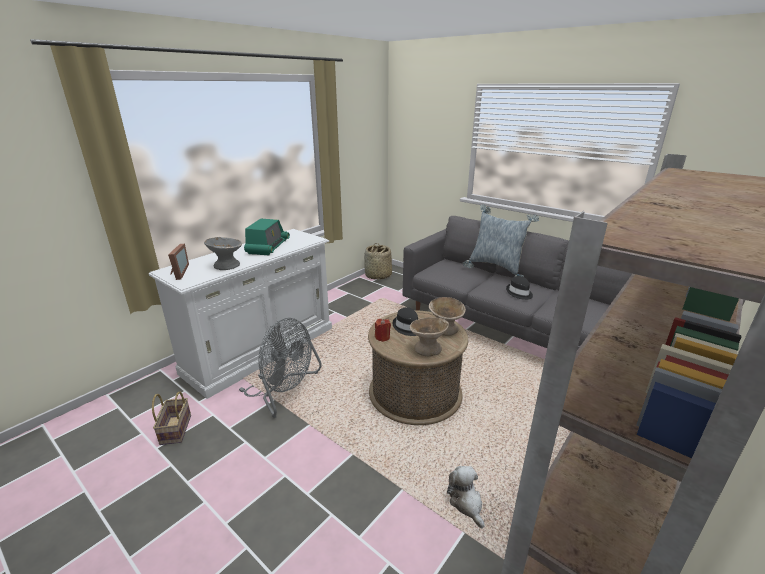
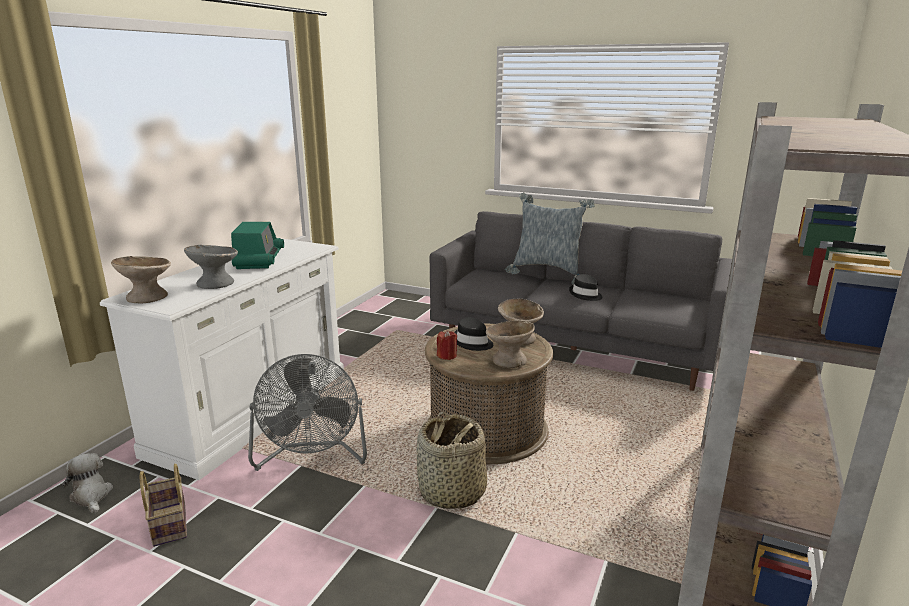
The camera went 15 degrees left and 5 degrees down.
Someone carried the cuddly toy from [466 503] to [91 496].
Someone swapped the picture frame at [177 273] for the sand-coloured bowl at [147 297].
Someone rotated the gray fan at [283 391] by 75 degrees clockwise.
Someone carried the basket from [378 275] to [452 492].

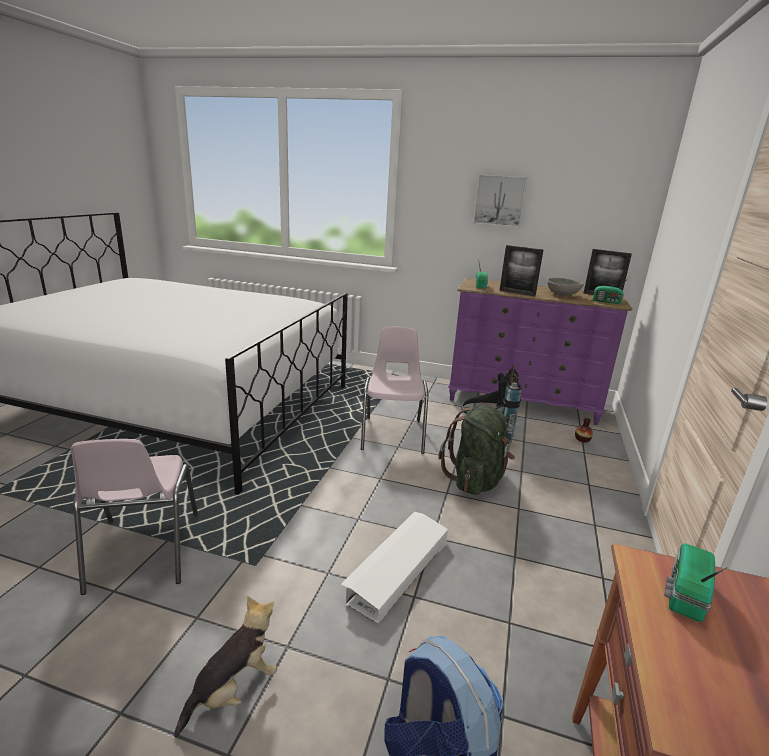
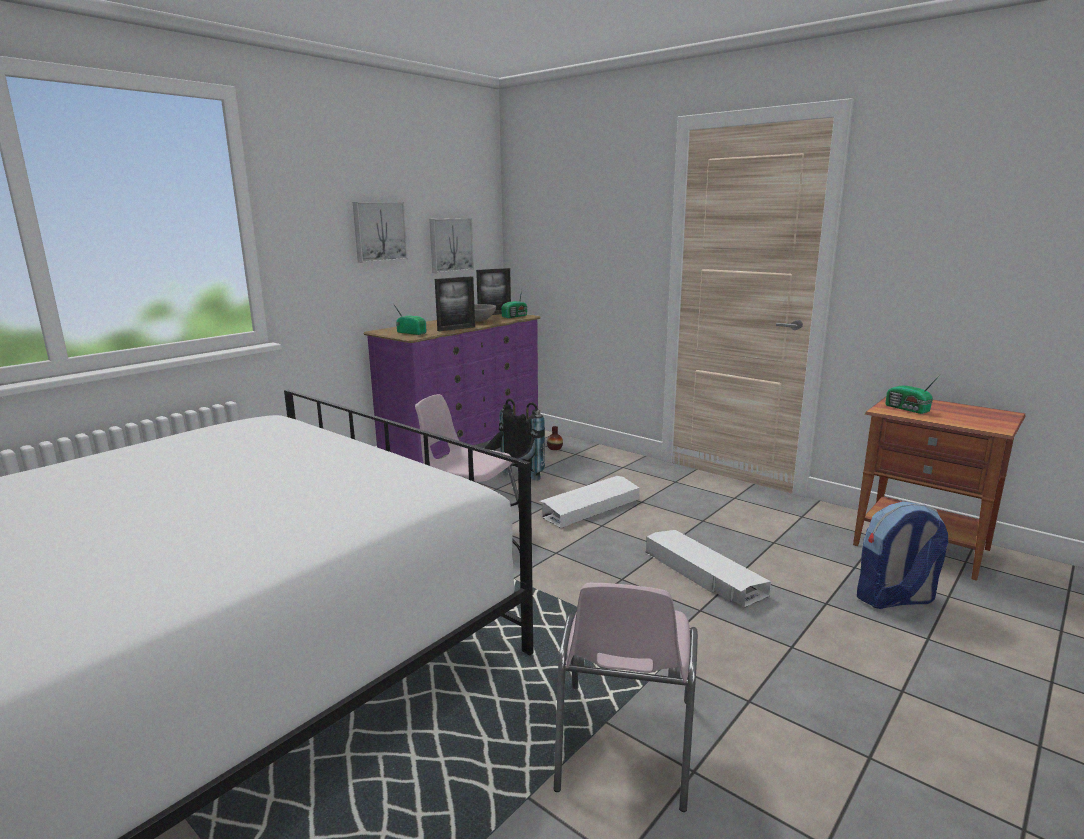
The camera went 65 degrees left and 5 degrees down.
Someone put up the picture at [450 245].
Someone swapped the green backpack at [476 480] for the white storage box at [589 507].
Someone rotated the pink upright chair at [142 552] by 90 degrees clockwise.
Someone took away the cuddly toy at [233 689].

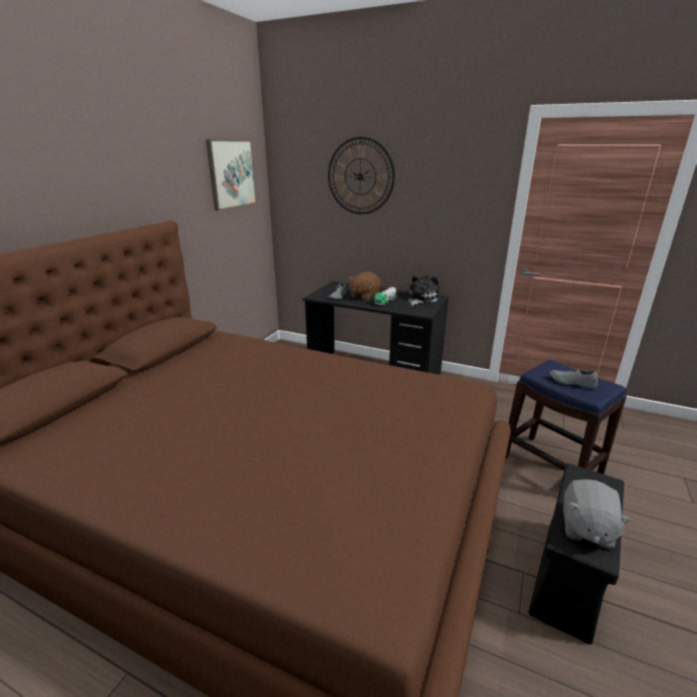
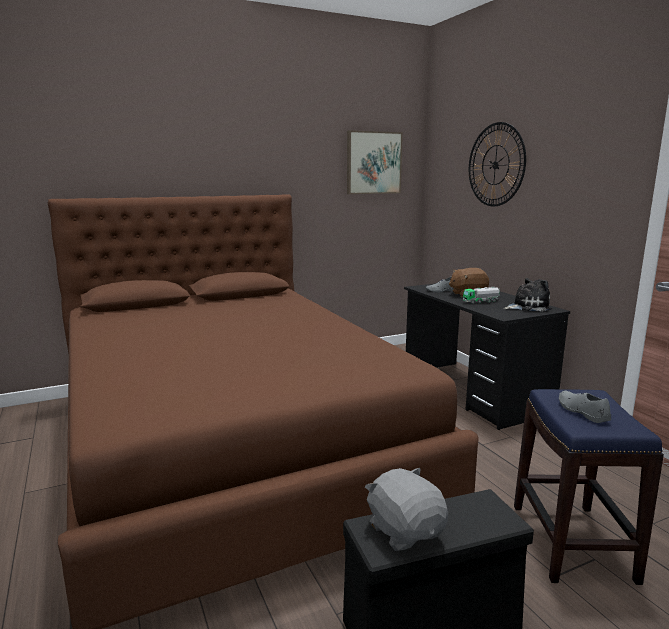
The camera went 40 degrees right and 10 degrees down.
Someone rotated the gray cuddly toy at [586 528] by 90 degrees clockwise.

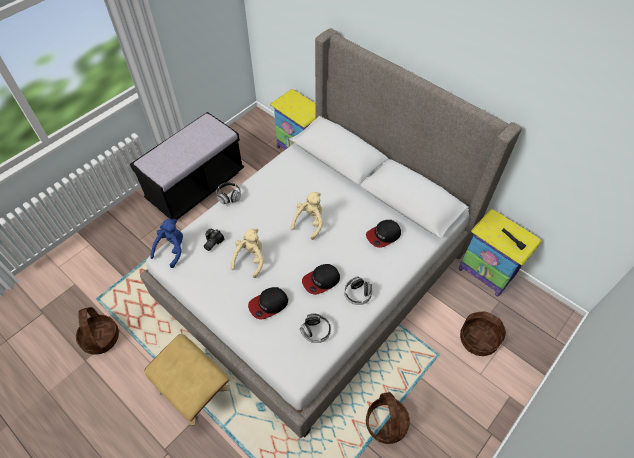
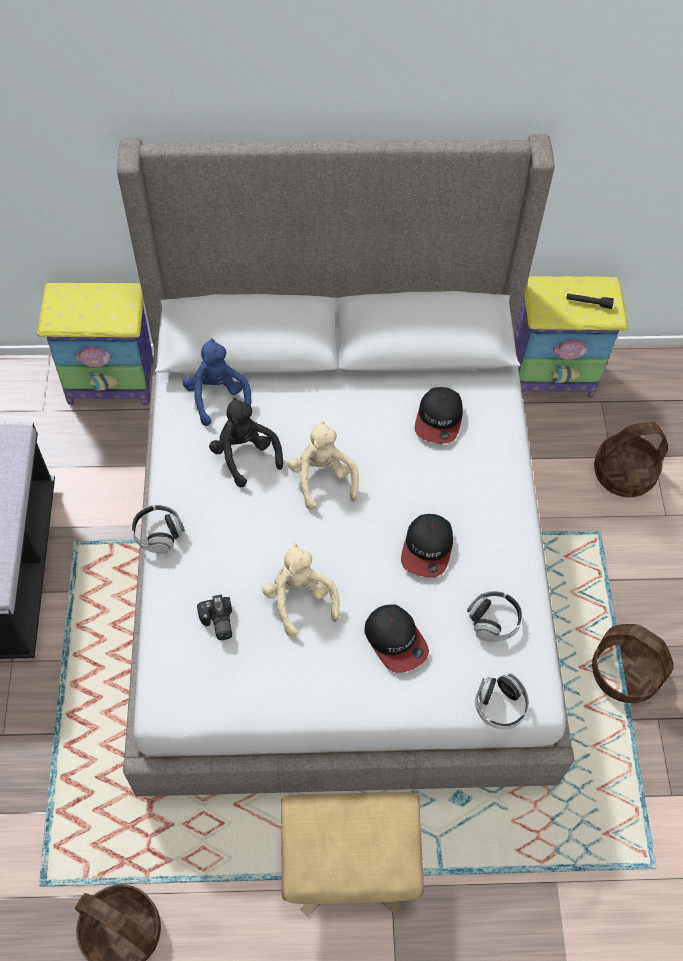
The camera went 45 degrees left and 5 degrees up.
Someone carried the bluish cuddly toy from [172 249] to [218 397].
Someone put down the blackish cuddly toy at [245 454].
Someone rotated the peaked cap at [268 304] by 45 degrees counterclockwise.
Someone carried the headphones from [357 294] to [500 706].

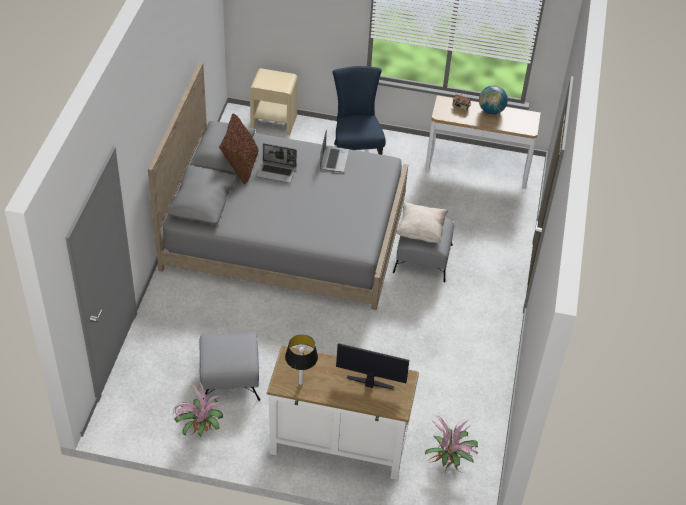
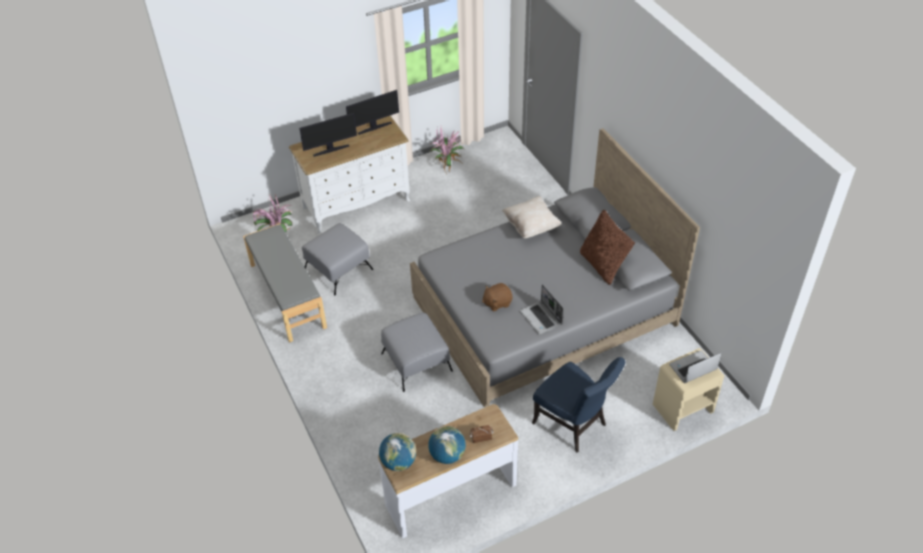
The camera went 145 degrees right and 0 degrees up.
Someone put down the gray indoor bench at [287 296].
Someone carried the gray footrest from [230 378] to [338 269].
Someone swapped the table lamp at [300 383] for the computer screen at [374 127].
Someone put down the world globe at [398 462].
Someone put down the brown cuddly toy at [497 303].
Someone carried the sand-coloured throw pillow from [420 231] to [531 226].
Someone carried the portable computer from [277 172] to [692 368].

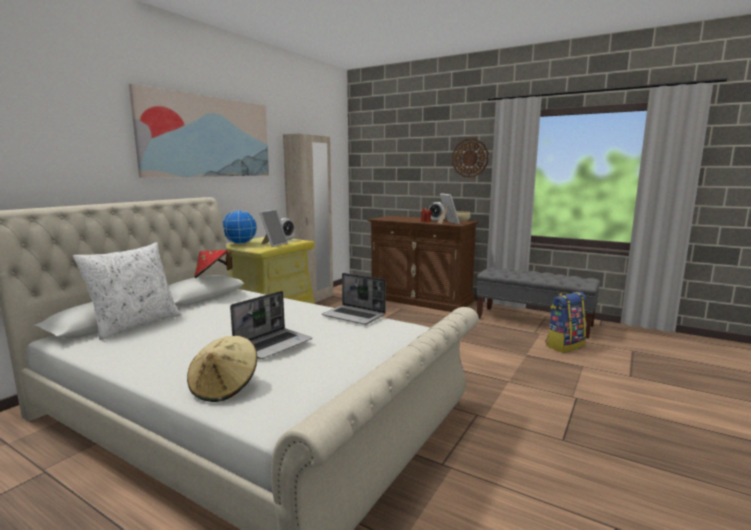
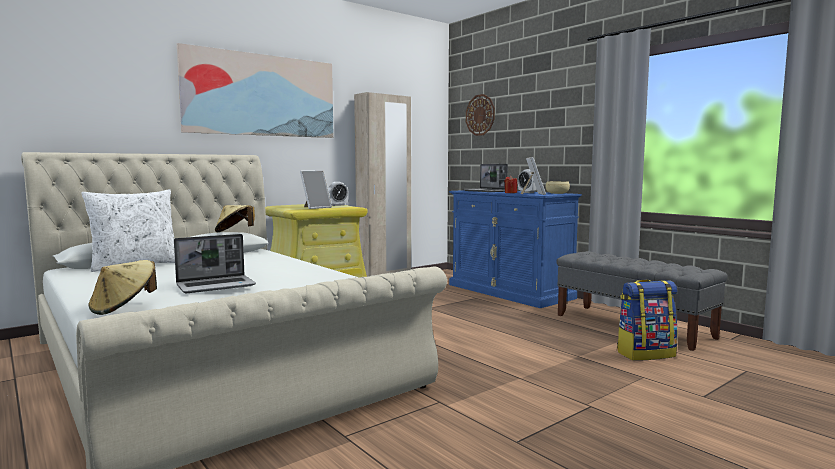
The camera went 20 degrees right and 5 degrees down.
Someone repainted the red-coloured hat at [212 276], which became the sand-coloured hat at [234 232].
Someone repainted the brown drawer chest at [420 299], which became the bluish drawer chest at [509 291].
Someone carried the portable computer from [354 316] to [485 191].
Someone carried the clock on the wall from [470 158] to [480 115].
Someone took away the world globe at [240 244].

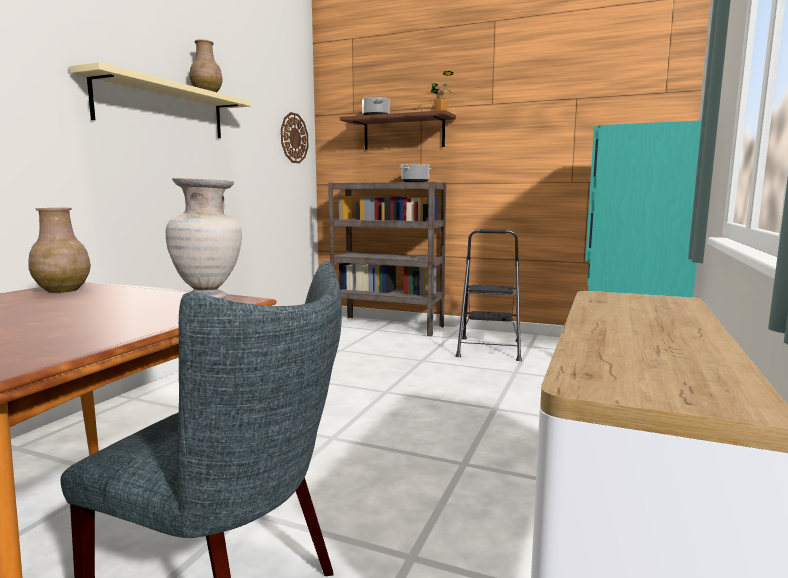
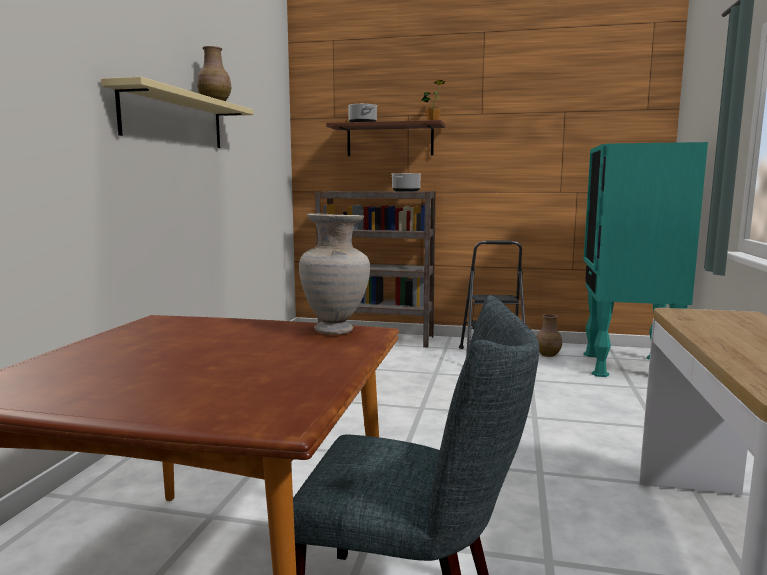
The camera went 10 degrees left and 0 degrees up.
Someone carried the brown flower vase from [63 290] to [548 354].
Someone took away the clock on the wall at [294 138].

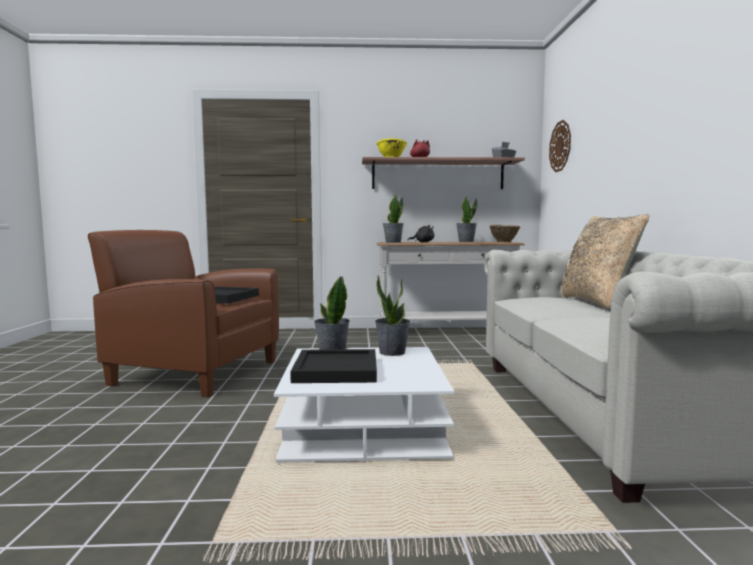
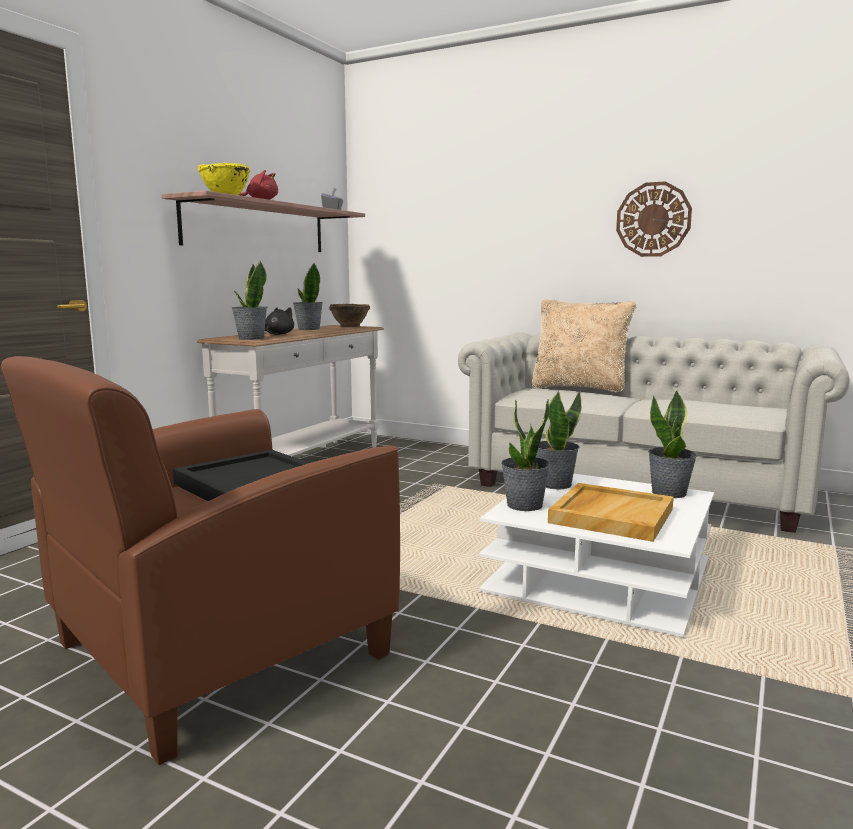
The camera went 60 degrees left and 5 degrees up.
Someone repainted the blackish tray at [337 370], which became the sand-coloured tray at [611 515].
Someone carried the clock on the wall from [560 146] to [653 219].
Someone put down the houseplant at [669 493].

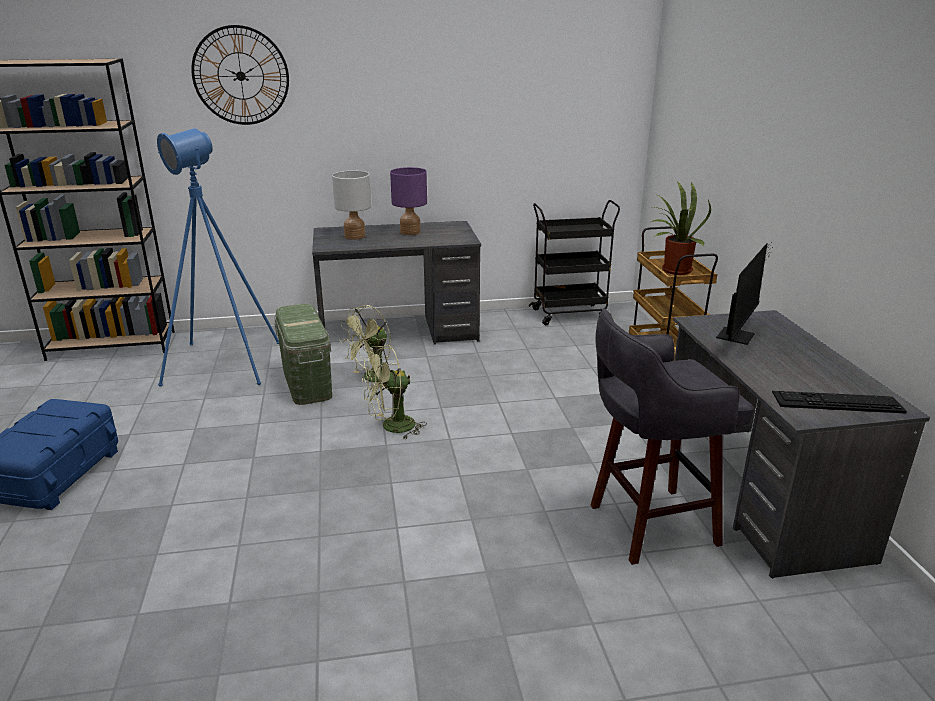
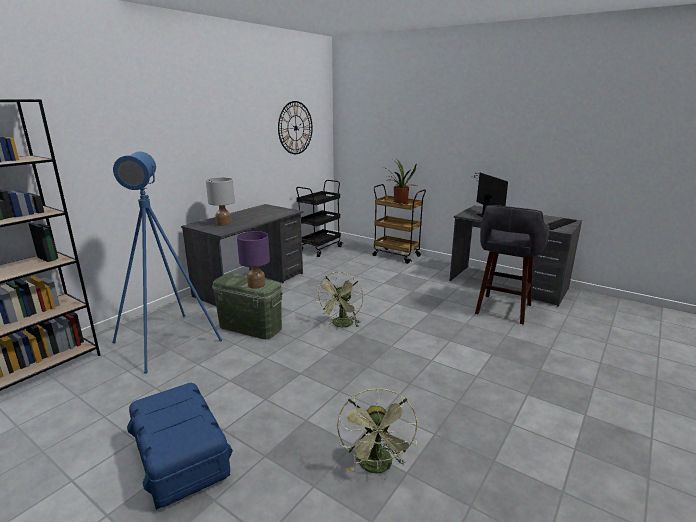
The camera went 45 degrees left and 5 degrees down.
Someone carried the purple table lamp from [410 232] to [256 285].
Someone carried the clock on the wall from [241 76] to [295 128].
Someone carried the green fan from [373 379] to [377 467].

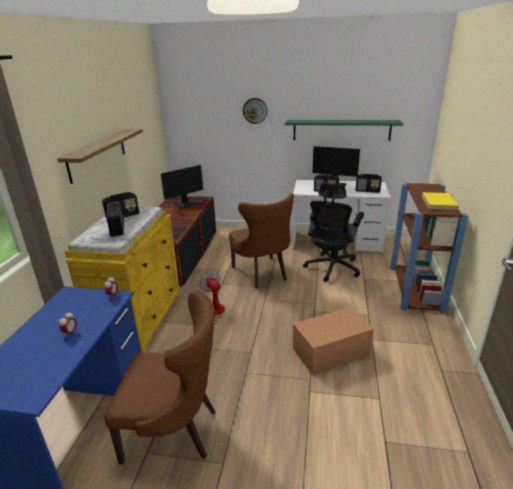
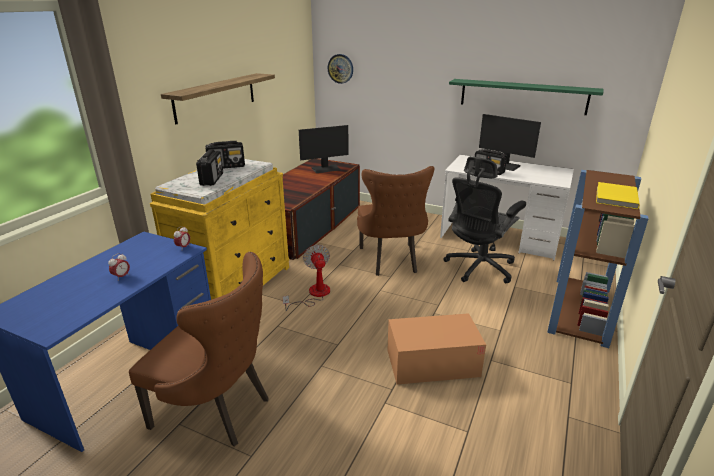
The camera went 15 degrees right and 0 degrees up.
Someone carried the clock on the wall from [255 110] to [340 68].
Someone took away the radio receiver at [368 191].

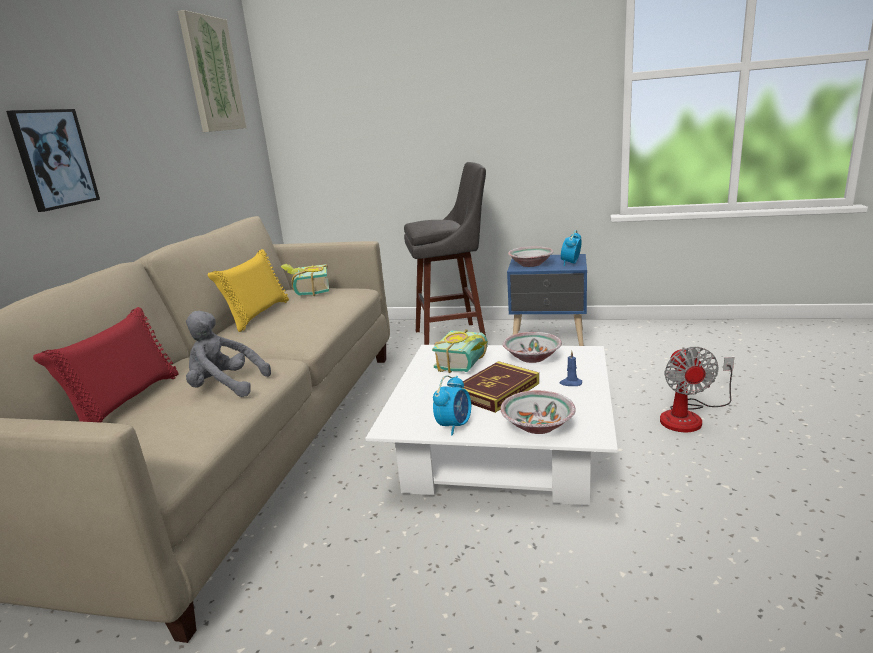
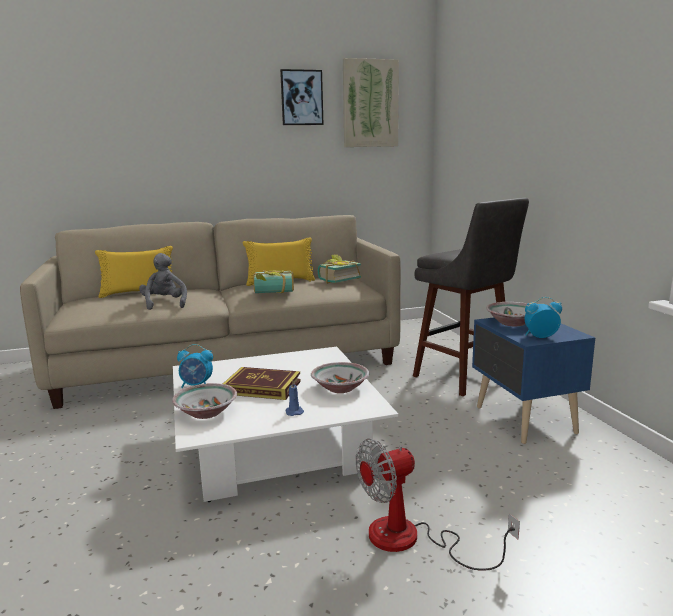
The camera went 60 degrees right and 5 degrees down.
Someone repainted the red-coloured throw pillow at [126 402], which became the yellow throw pillow at [138 293].
Someone carried the volume from [467 364] to [273 293].
Someone carried the picture from [53 159] to [301 98].

